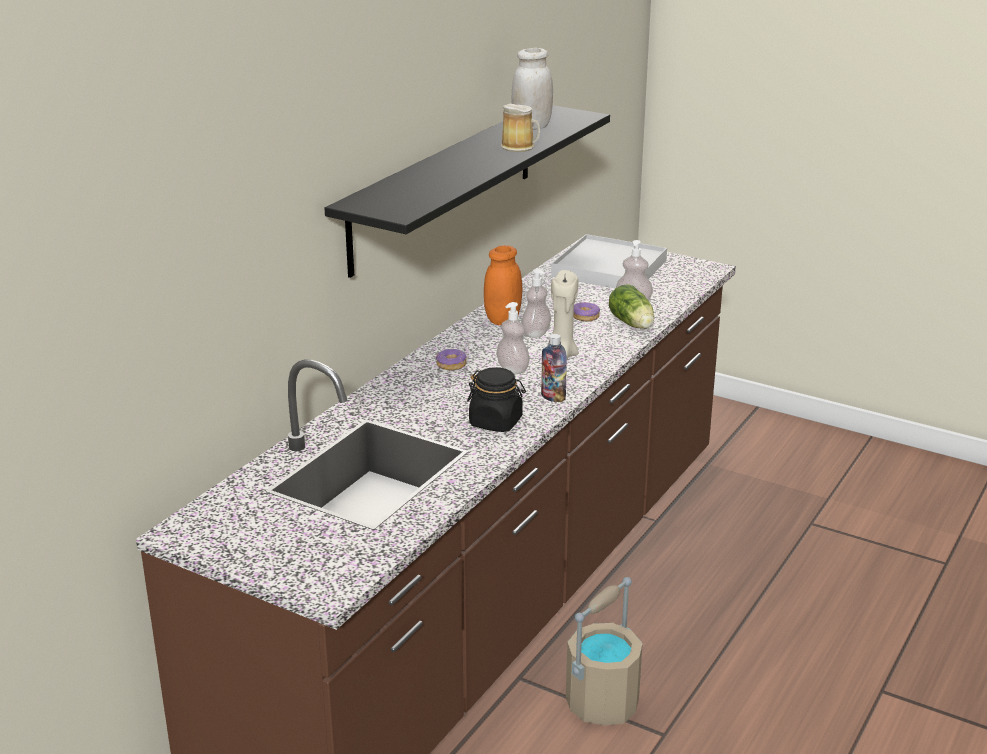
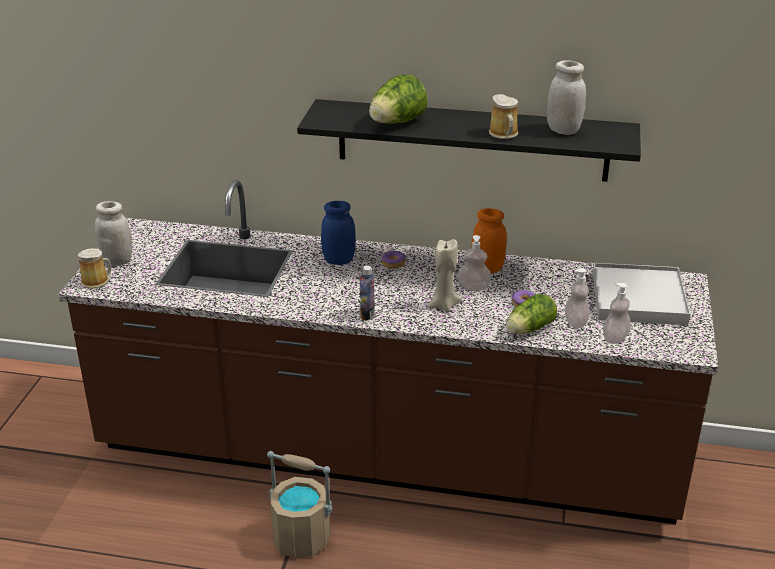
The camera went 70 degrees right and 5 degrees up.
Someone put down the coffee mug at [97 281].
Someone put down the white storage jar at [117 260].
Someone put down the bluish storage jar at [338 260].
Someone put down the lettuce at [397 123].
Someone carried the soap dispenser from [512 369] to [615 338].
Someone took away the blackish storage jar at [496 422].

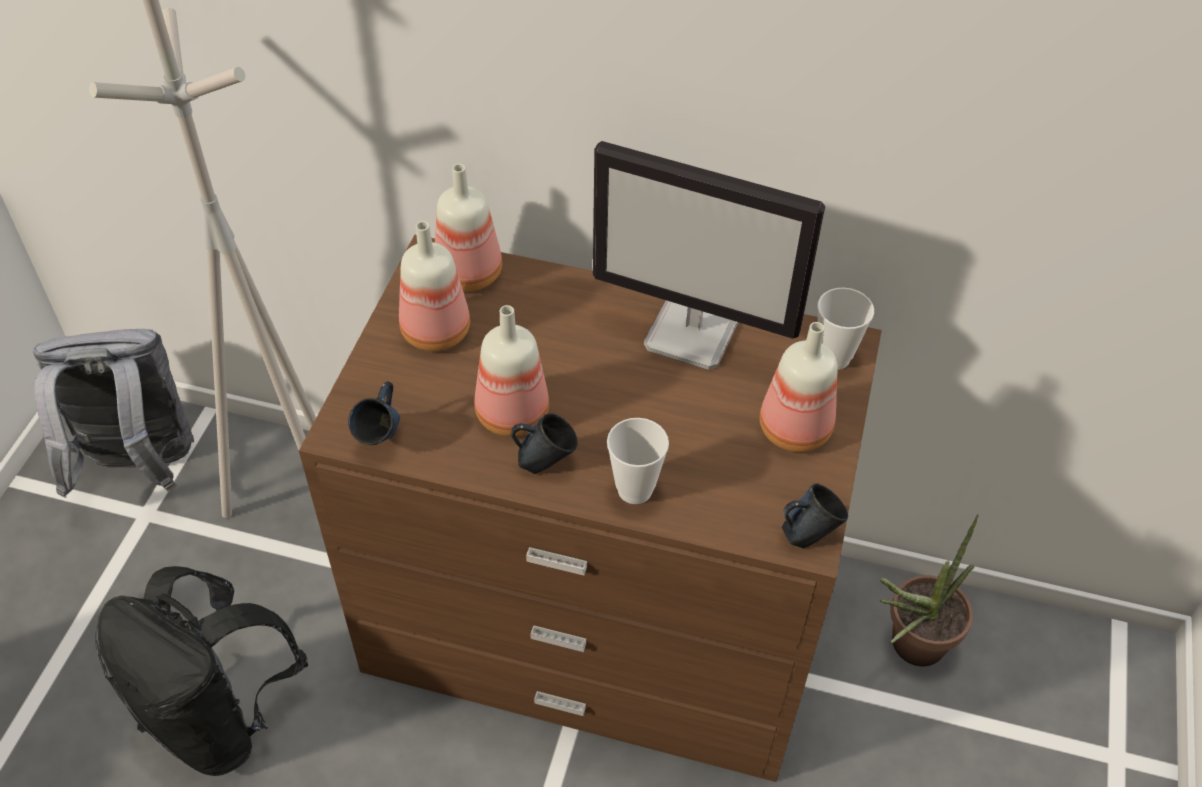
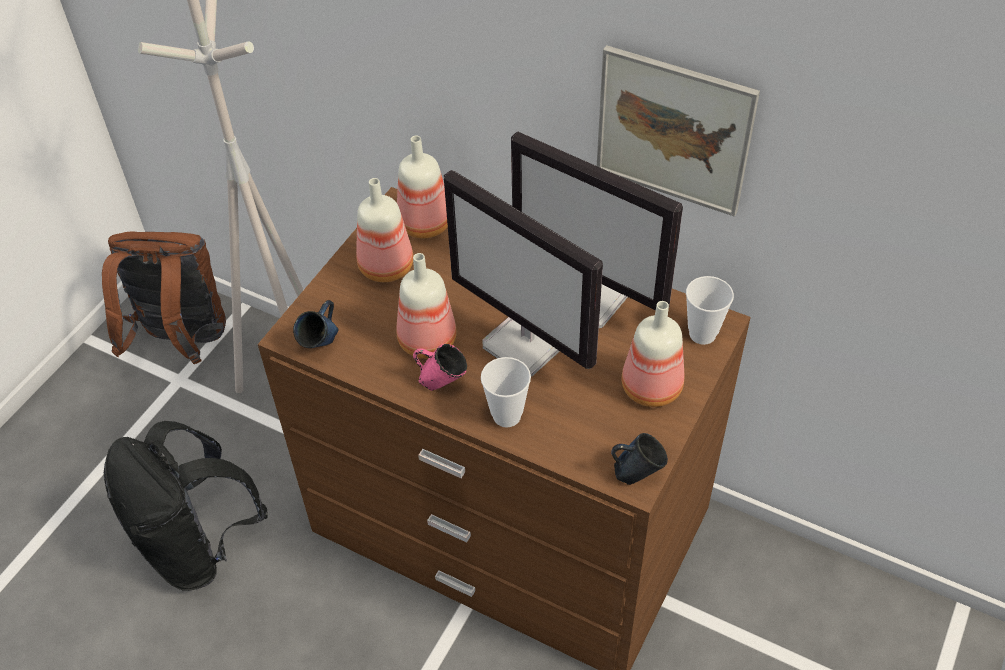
The camera went 15 degrees right and 0 degrees up.
Someone repainted the gray backpack at [139 467], which became the brown backpack at [182 342].
Someone repainted the bluish coffee mug at [545 463], which became the pink coffee mug at [442 383].
Someone put down the computer screen at [527 344].
Someone put up the picture at [673 131].
Someone took away the houseplant at [908 648].

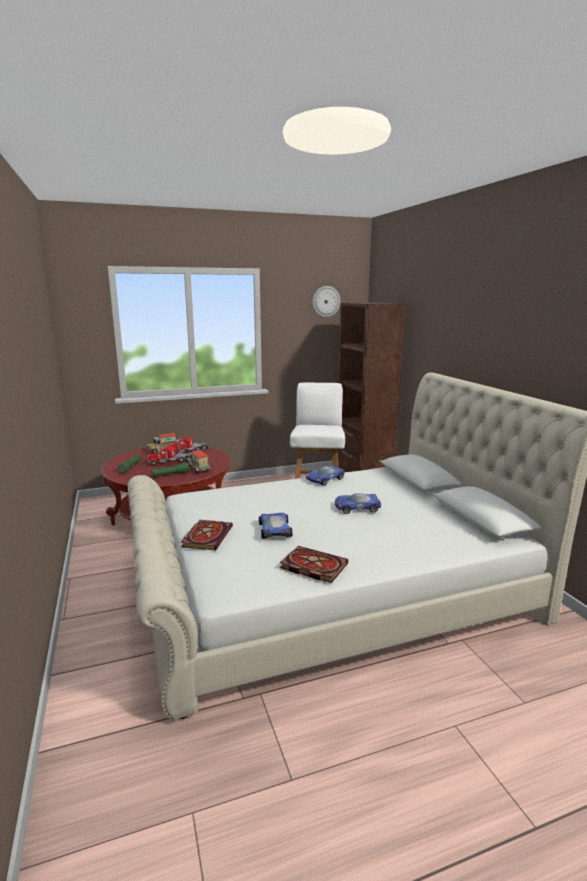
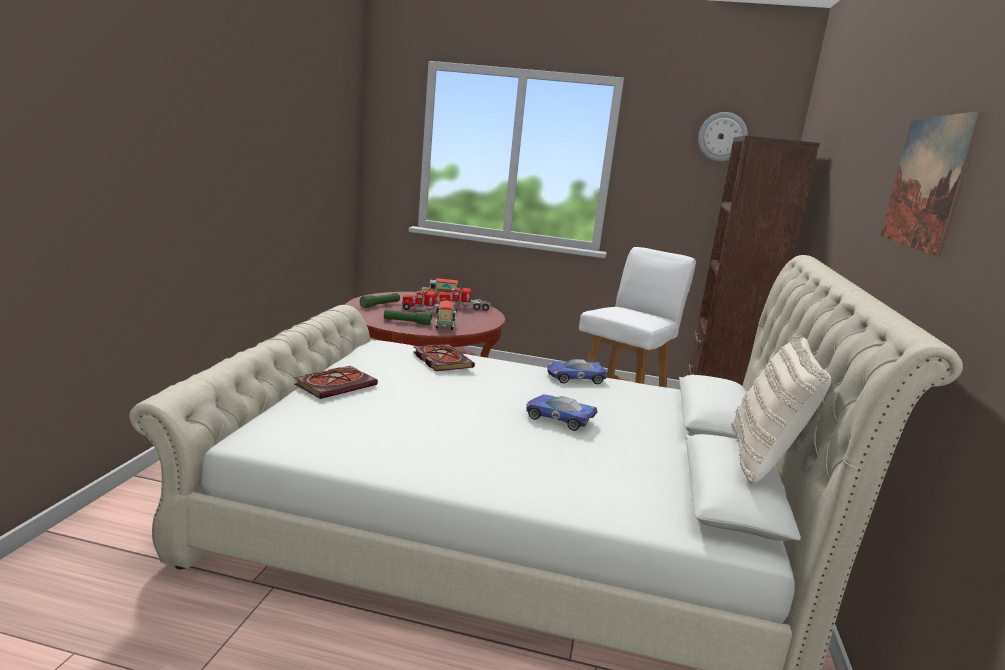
The camera went 30 degrees right and 0 degrees up.
Someone carried the volume from [312 566] to [440 360].
Someone put down the sand-coloured throw pillow at [763 461].
Someone put up the picture at [927 182].
Someone took away the model car at [275 529].

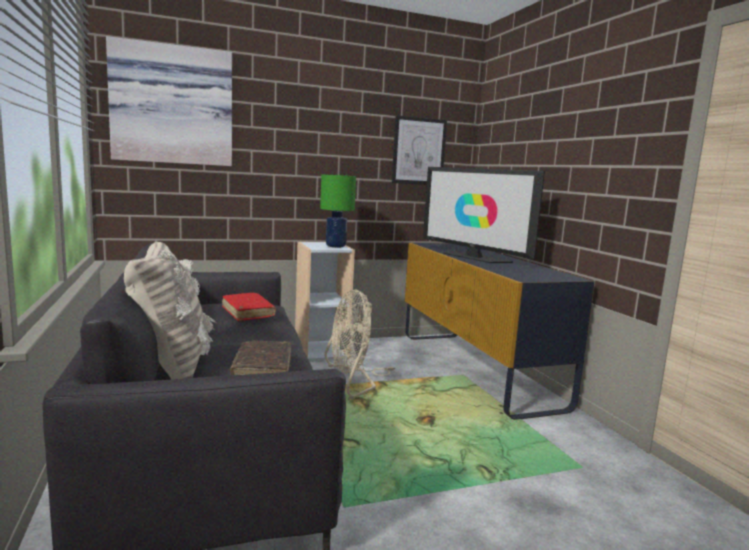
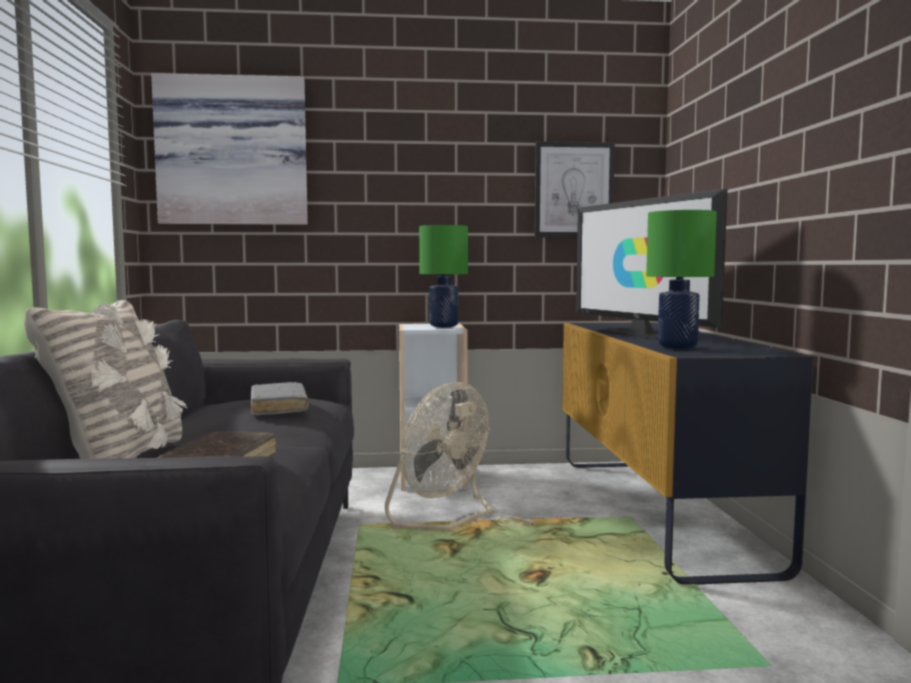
The camera went 15 degrees right and 5 degrees down.
Someone repainted the red-coloured volume at [248 313], which became the gray volume at [278 408].
Someone rotated the sand-coloured fan at [355 379] by 45 degrees clockwise.
Someone put down the green table lamp at [678 348].

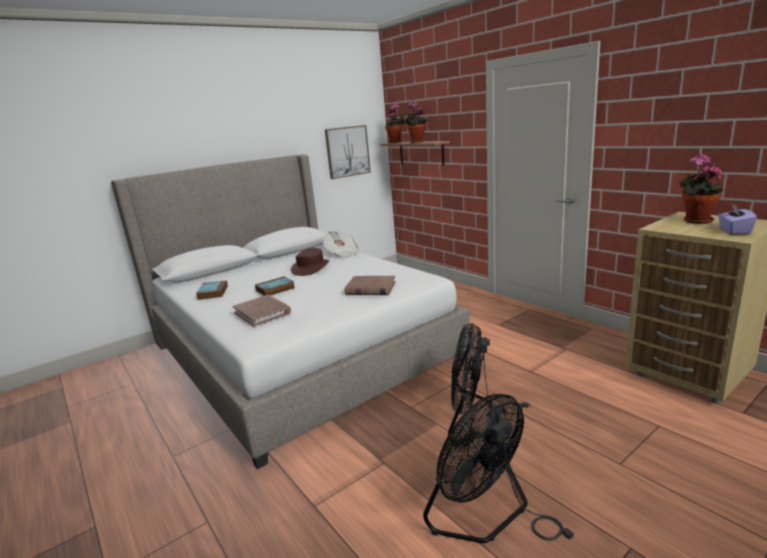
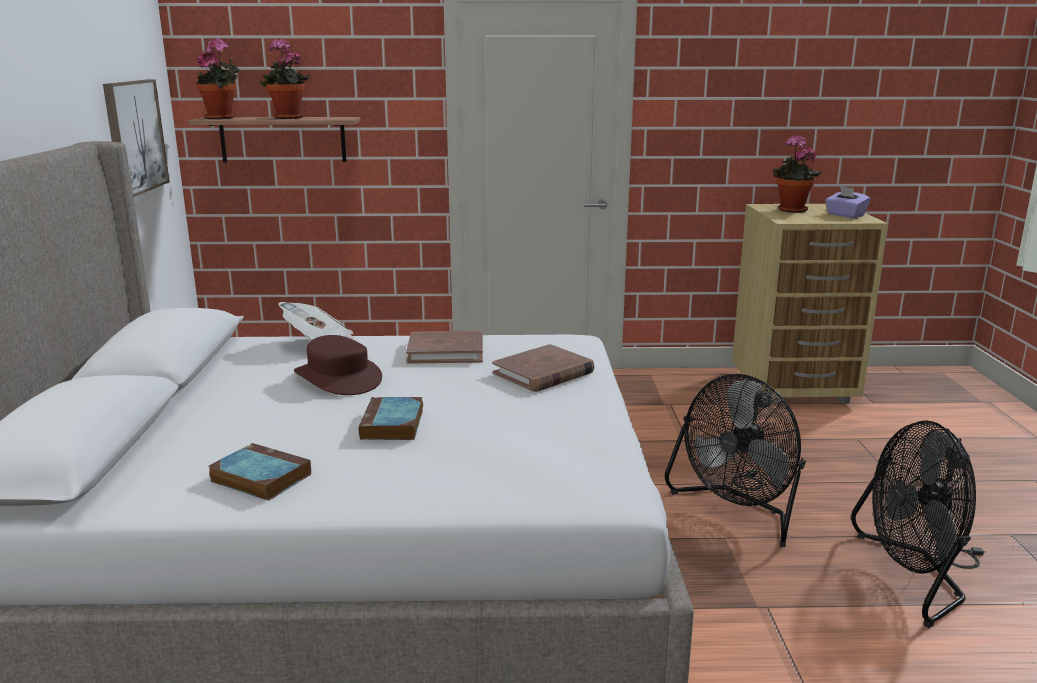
The camera went 55 degrees left and 0 degrees up.
Someone carried the brown volume from [262 313] to [446 351].

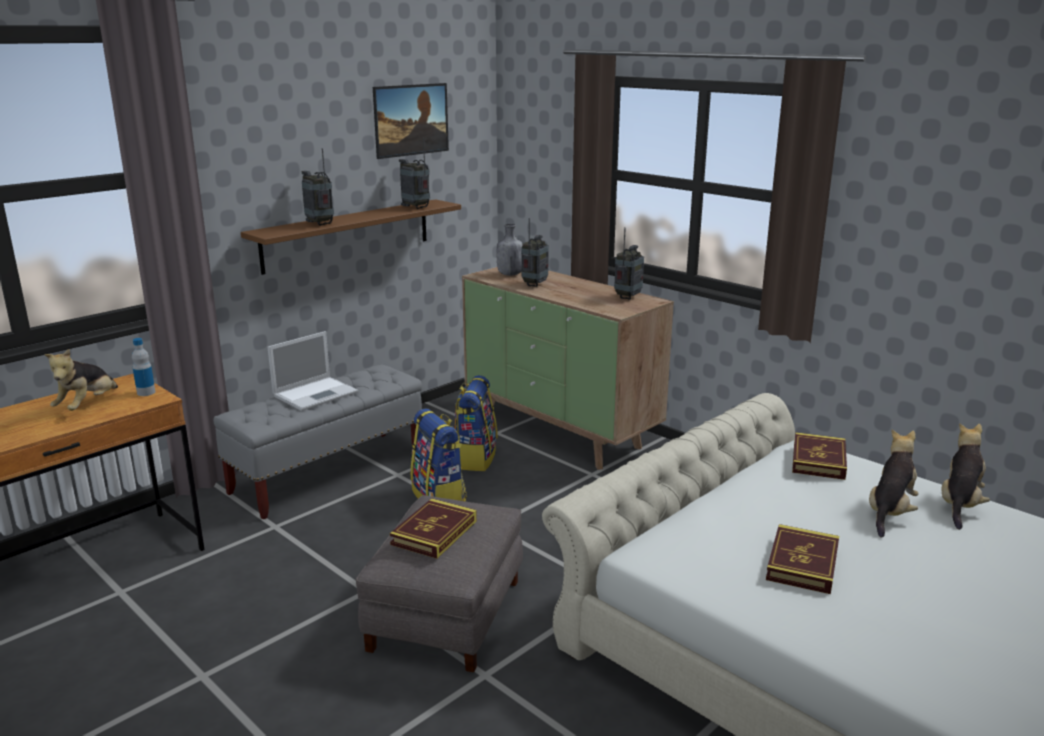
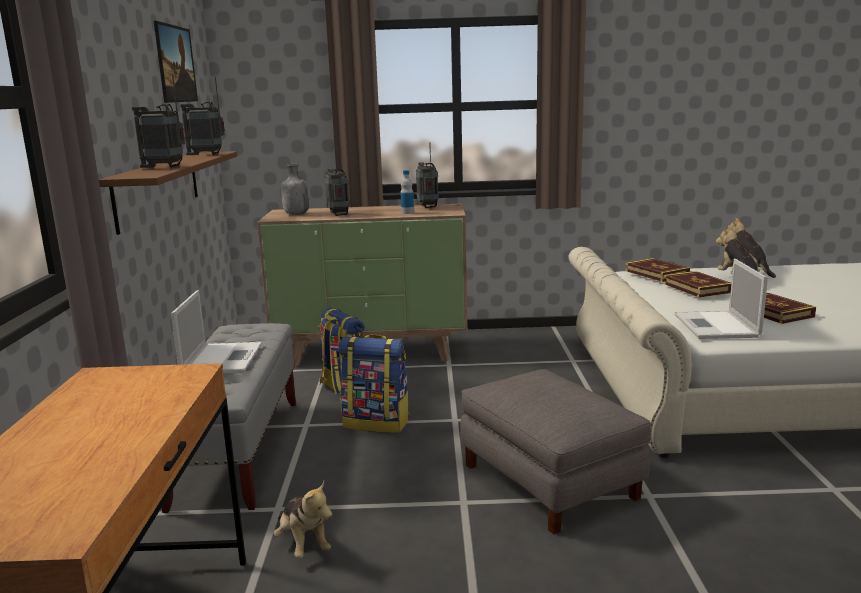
The camera went 45 degrees left and 5 degrees down.
Someone carried the cuddly toy from [87 405] to [303 544].
Someone carried the bottle from [146 392] to [407 212].
Someone carried the volume from [434 532] to [696 288].
Someone put down the portable computer at [717 326].

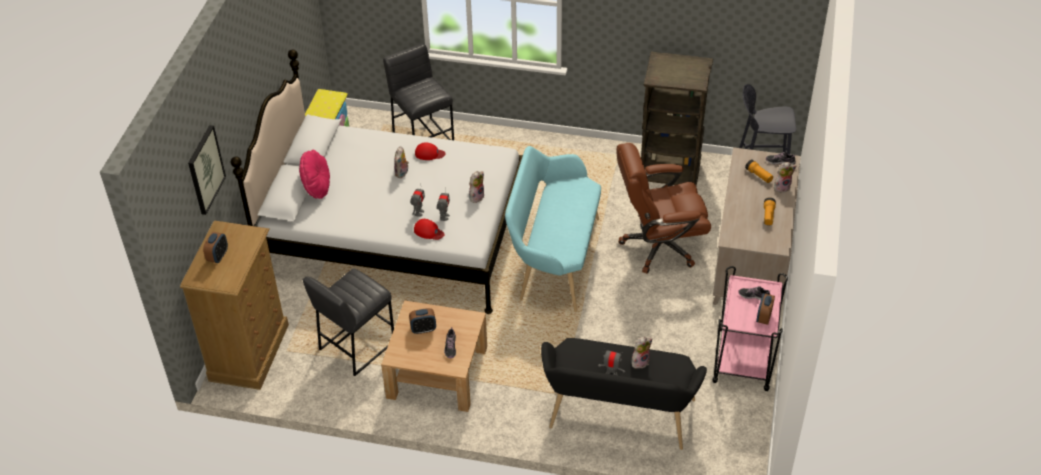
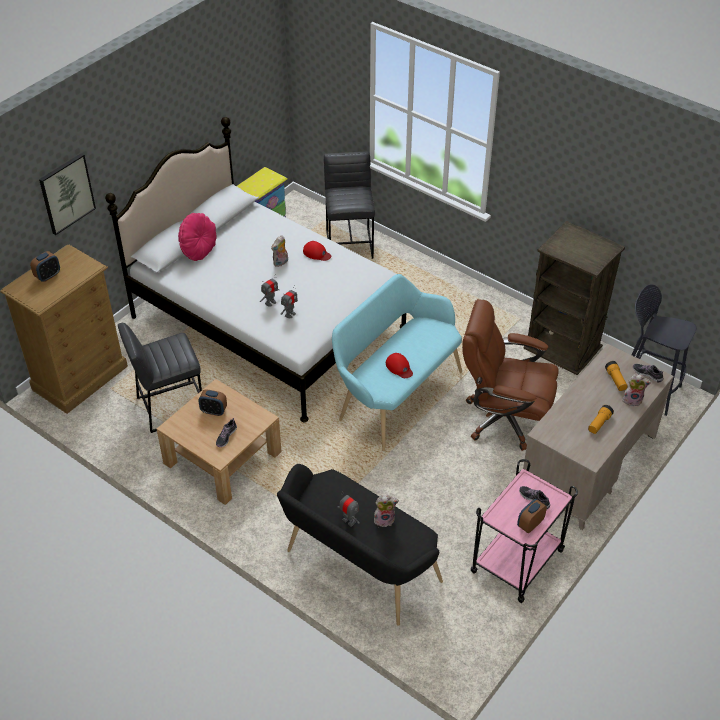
The camera went 25 degrees right and 0 degrees up.
Someone carried the red-coloured peaked cap from [428 231] to [399 367].
Someone took away the cuddly toy at [476 196].

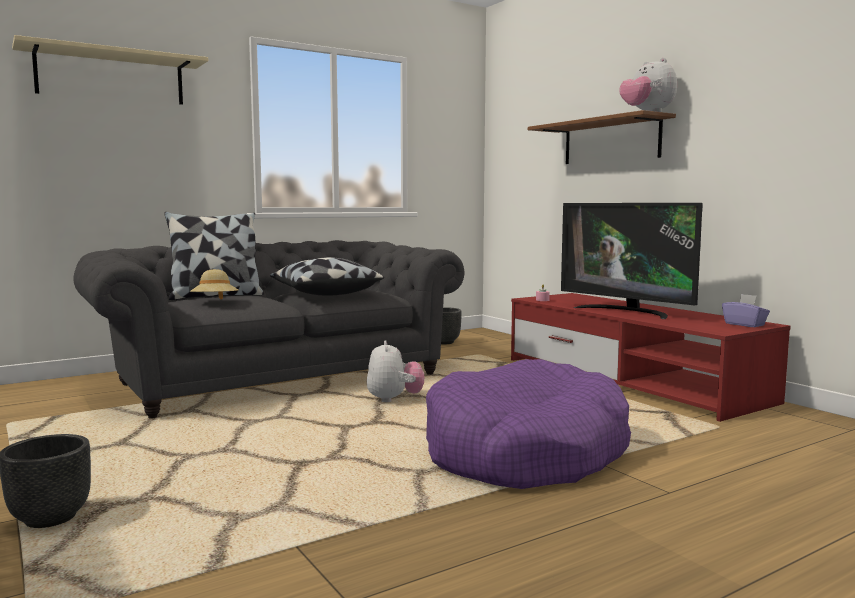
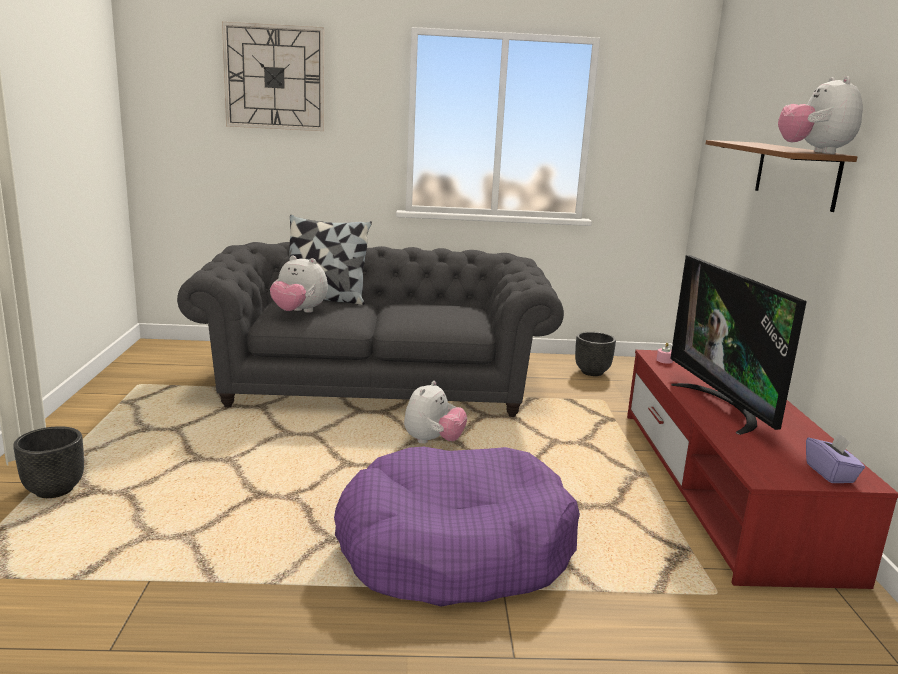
The camera went 30 degrees right and 10 degrees up.
Someone swapped the sand-coloured shelf at [111 77] for the clock on the wall at [274 77].
Someone swapped the sand-coloured hat at [215 302] for the cuddly toy at [298 312].
Someone took away the throw pillow at [325 293].

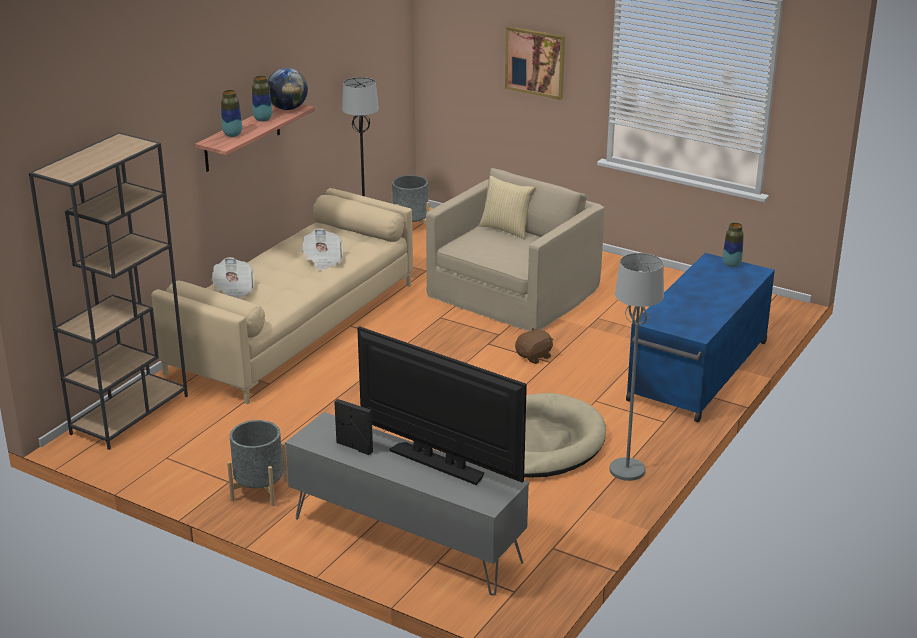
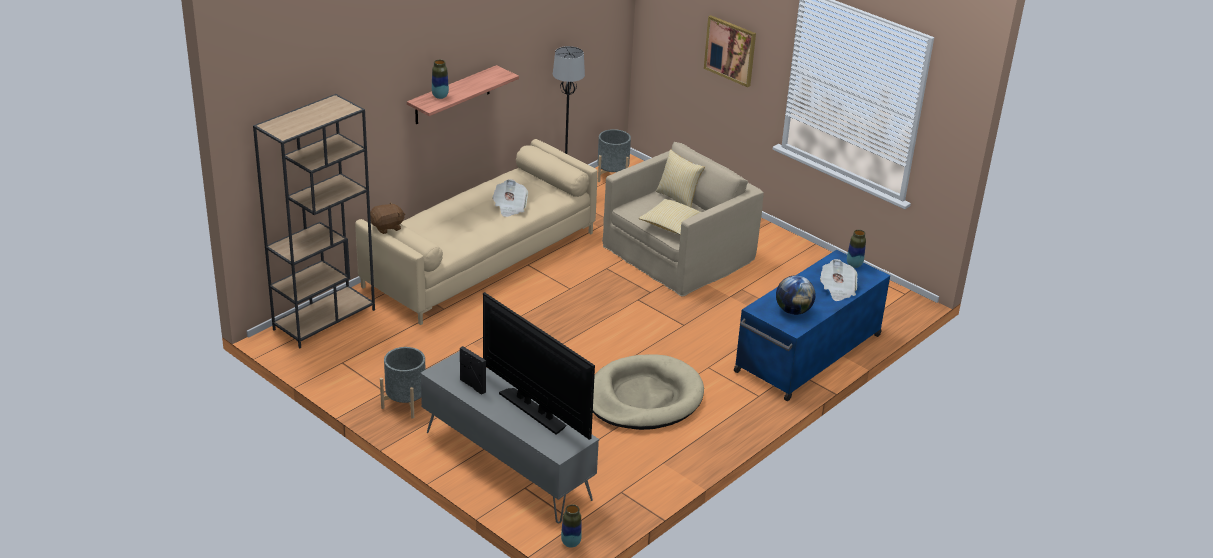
The camera went 10 degrees right and 5 degrees up.
Someone carried the brown cuddly toy from [534 356] to [387 227].
Someone carried the flower vase from [263 119] to [571 543].
Someone put down the throw pillow at [671 225].
Someone carried the world globe from [287 108] to [793 311].
Someone carried the daily paper from [234 290] to [837 289].
Someone took away the gray standing lamp at [627 470].

